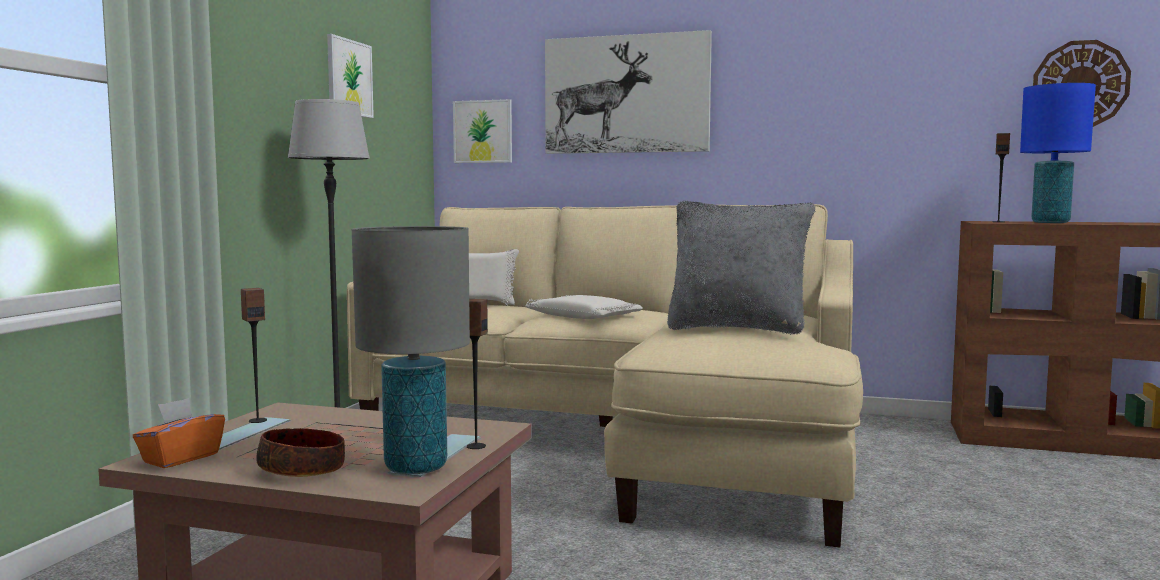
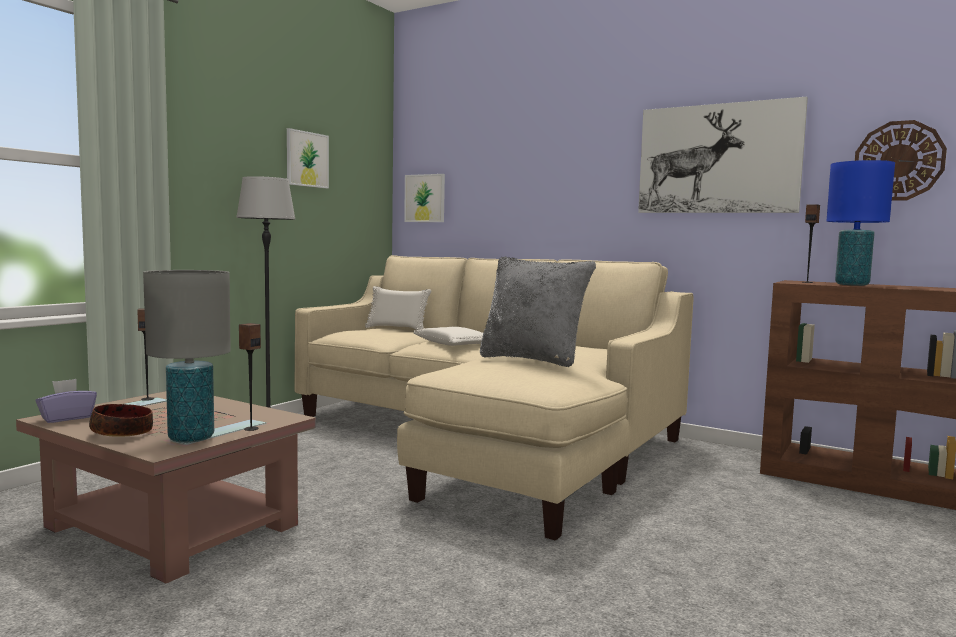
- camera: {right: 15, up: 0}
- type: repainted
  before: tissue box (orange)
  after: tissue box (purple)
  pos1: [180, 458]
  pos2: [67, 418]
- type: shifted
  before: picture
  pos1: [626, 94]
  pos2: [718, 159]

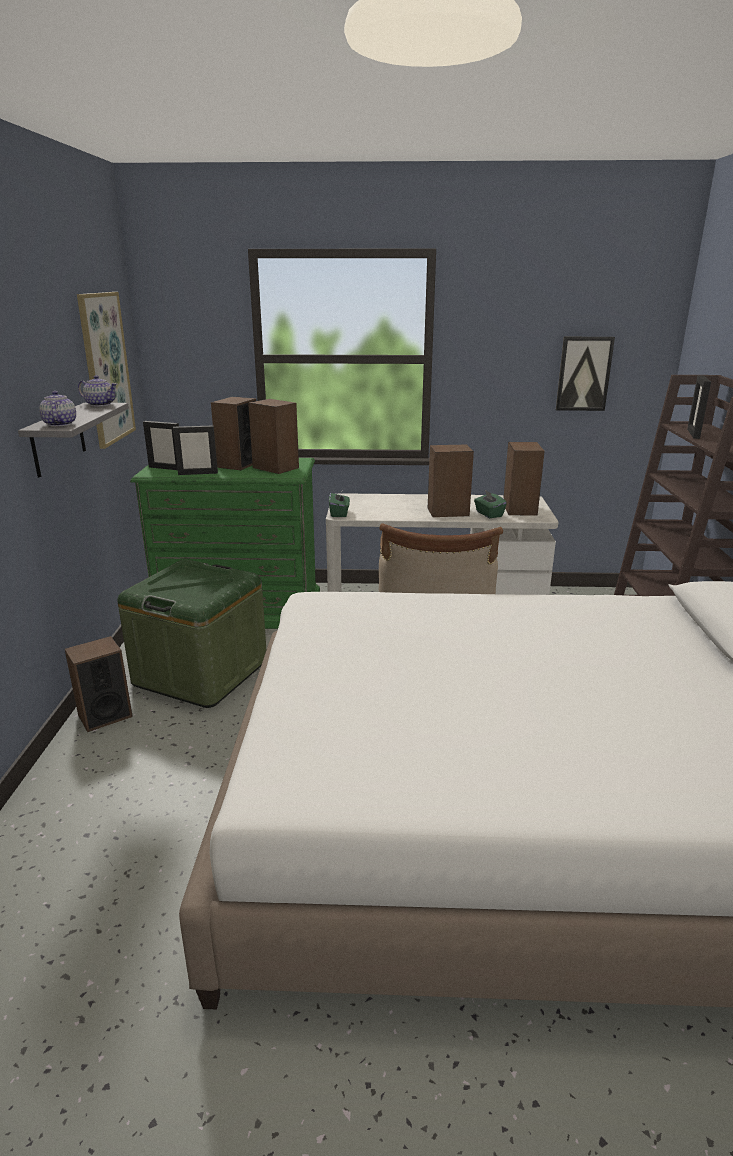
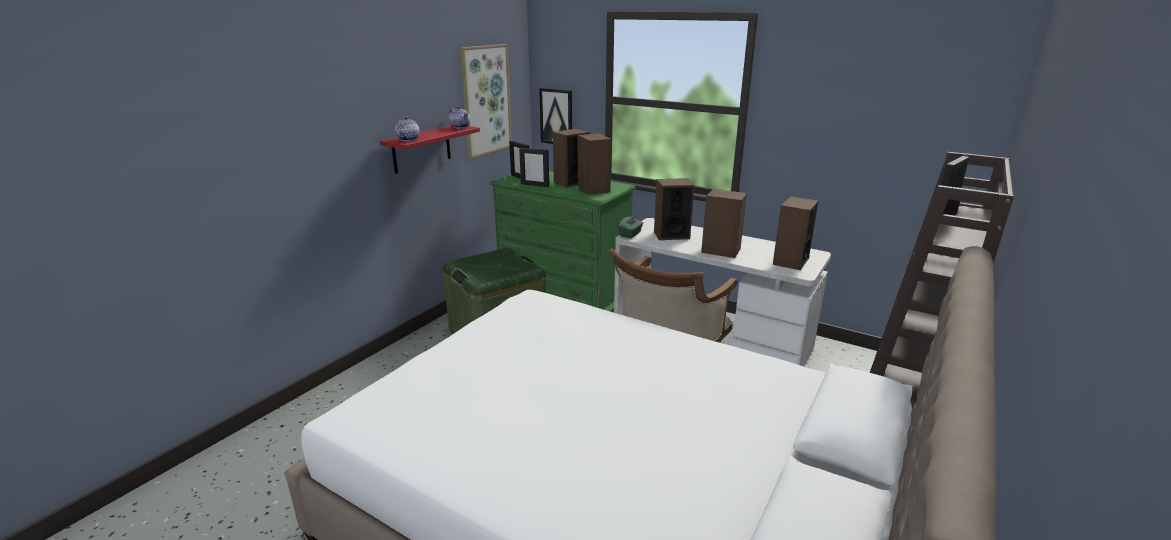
- camera: {right: 30, up: 0}
- type: repainted
  before: shelf (grey)
  after: shelf (red)
  pos1: [58, 439]
  pos2: [421, 149]
- type: shifted
  before: picture
  pos1: [584, 373]
  pos2: [556, 116]
- type: shifted
  before: speaker
  pos1: [105, 715]
  pos2: [671, 235]
- type: gone
  before: tissue box (green)
  pos1: [488, 514]

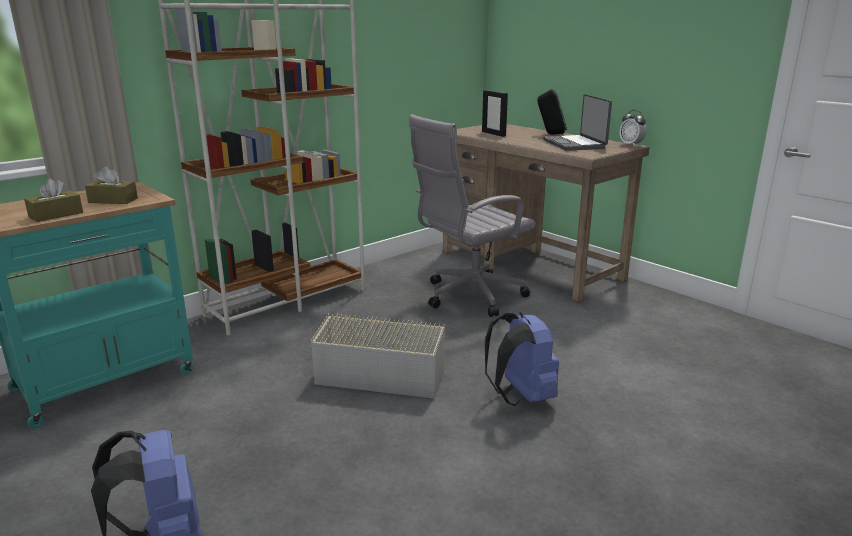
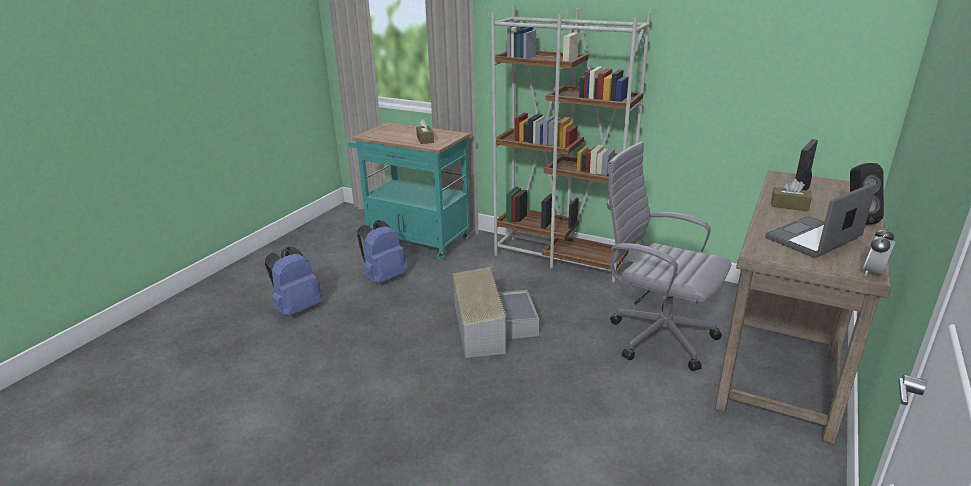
- camera: {right: 70, up: 5}
- type: shifted
  before: backpack (blue)
  pos1: [521, 397]
  pos2: [383, 278]
- type: shifted
  before: tissue box (brown)
  pos1: [56, 215]
  pos2: [789, 205]

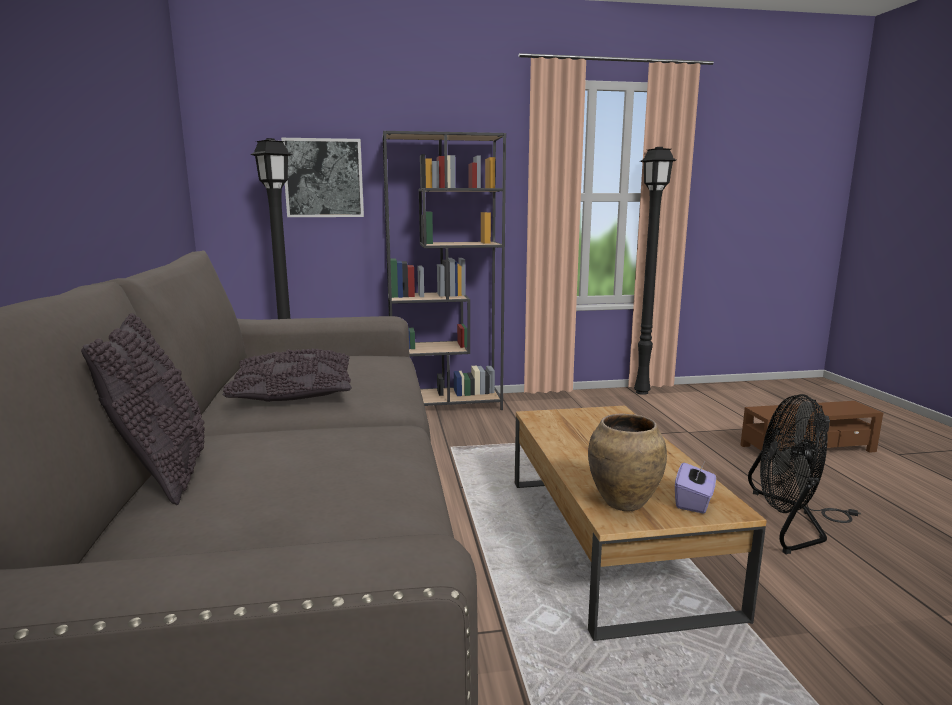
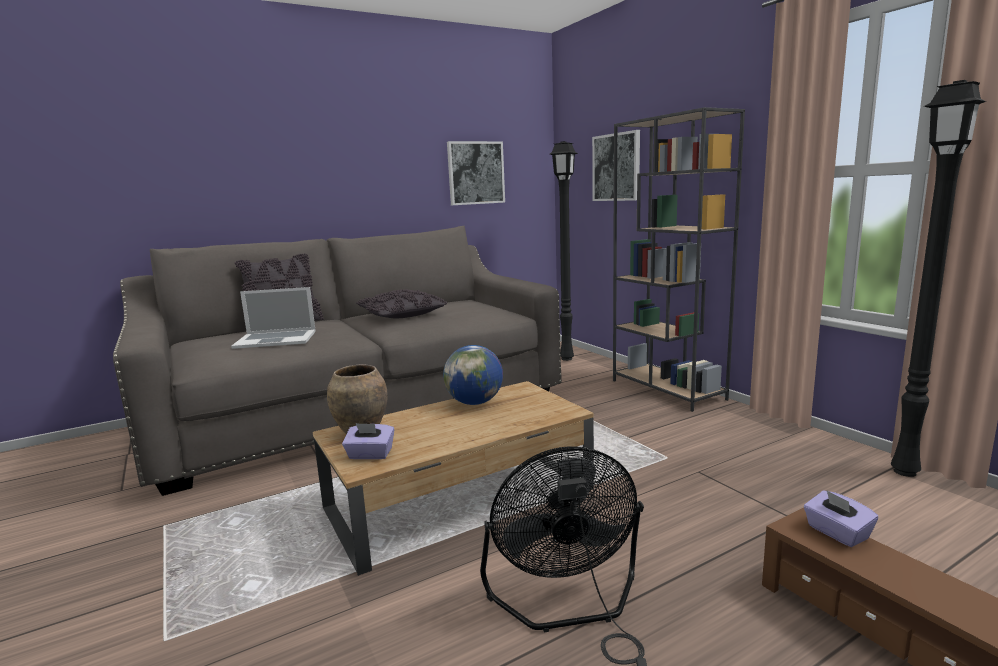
- camera: {right: 70, up: 0}
- type: new
  after: laptop
  pos2: [276, 339]
- type: new
  after: globe
  pos2: [475, 403]
- type: new
  after: picture
  pos2: [476, 173]
- type: new
  after: tissue box (purple)
  pos2: [837, 533]

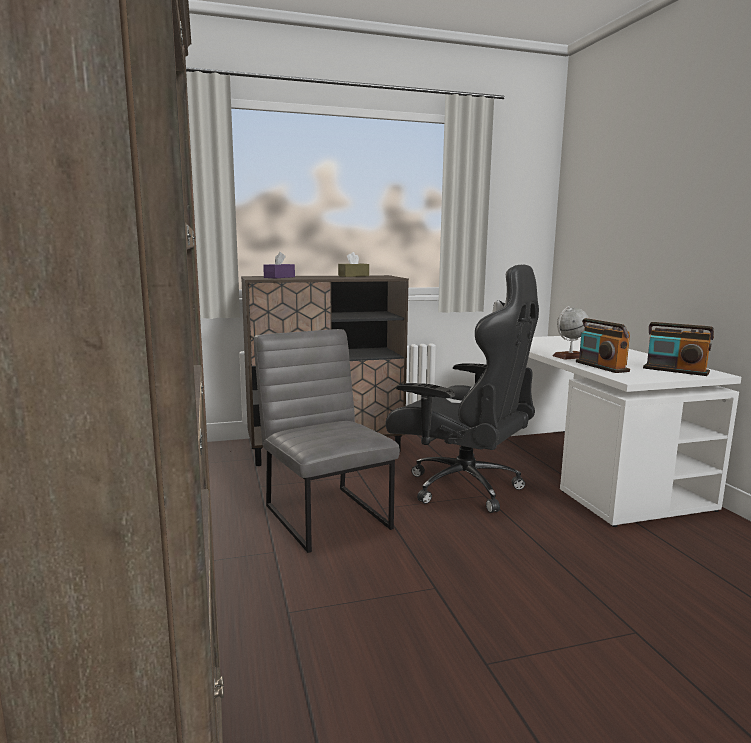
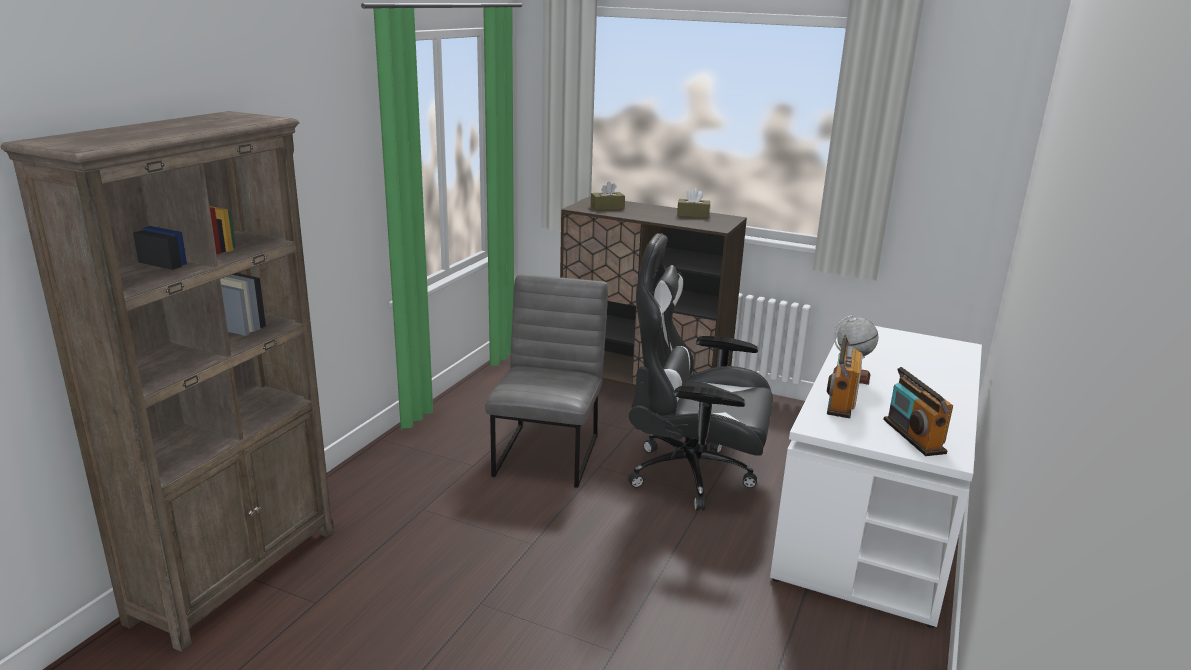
- camera: {right: 40, up: 10}
- type: repainted
  before: tissue box (purple)
  after: tissue box (brown)
  pos1: [279, 277]
  pos2: [607, 207]
- type: rotated
  before: office chair (black)
  pos1: [457, 486]
  pos2: [697, 476]
  turn: 120

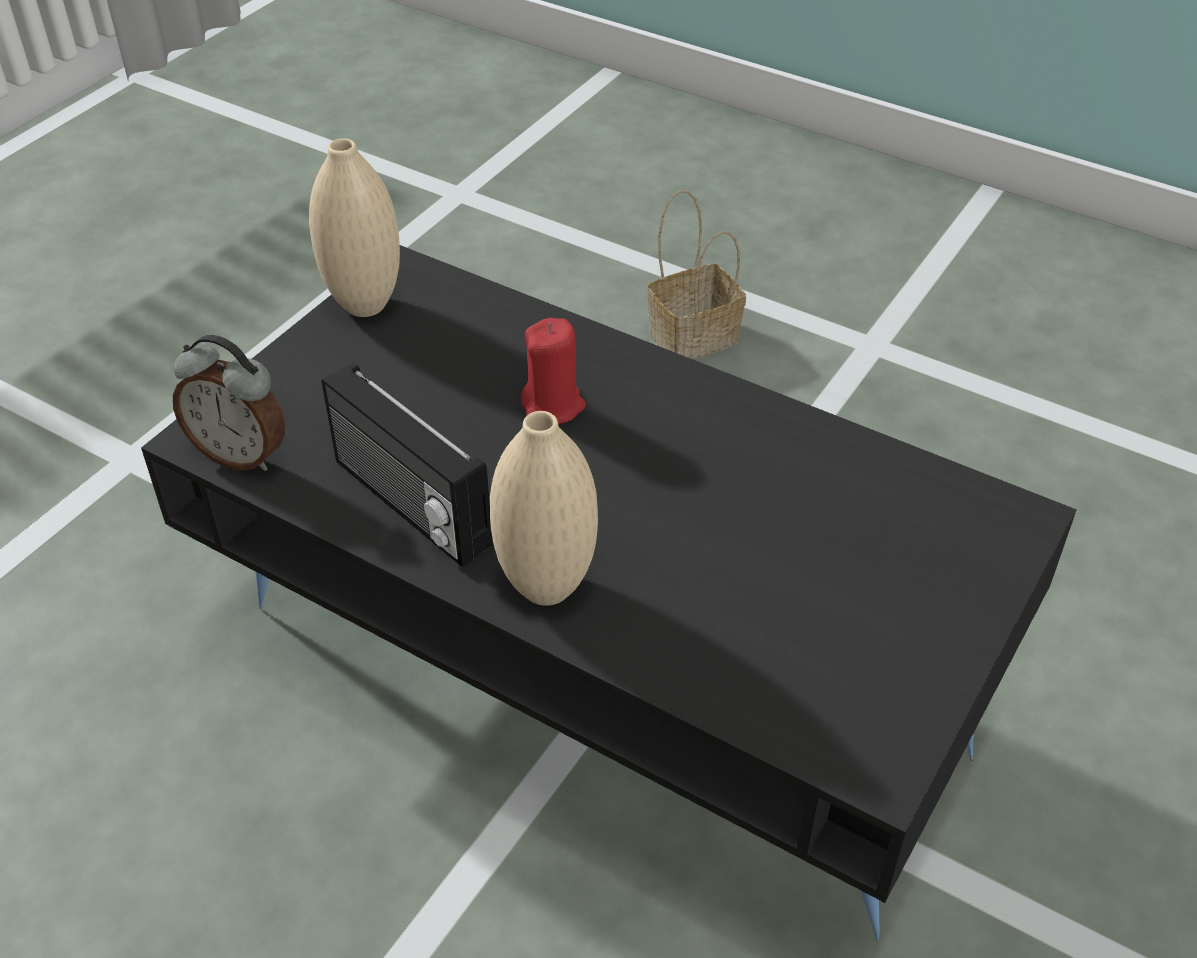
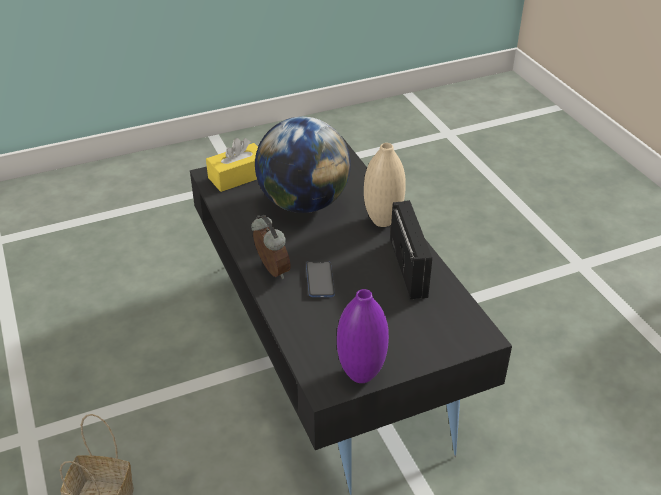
- camera: {right: -145, up: -5}
- type: new
  after: tissue box (yellow)
  pos2: [238, 176]
- type: shifted
  before: alarm clock
  pos1: [241, 454]
  pos2: [271, 271]
- type: new
  after: globe
  pos2: [303, 203]
- type: swapped
  before: candle (red)
  after: phone
  pos1: [553, 405]
  pos2: [320, 280]
- type: repainted
  before: vase (beige)
  after: vase (purple)
  pos1: [365, 305]
  pos2: [361, 374]

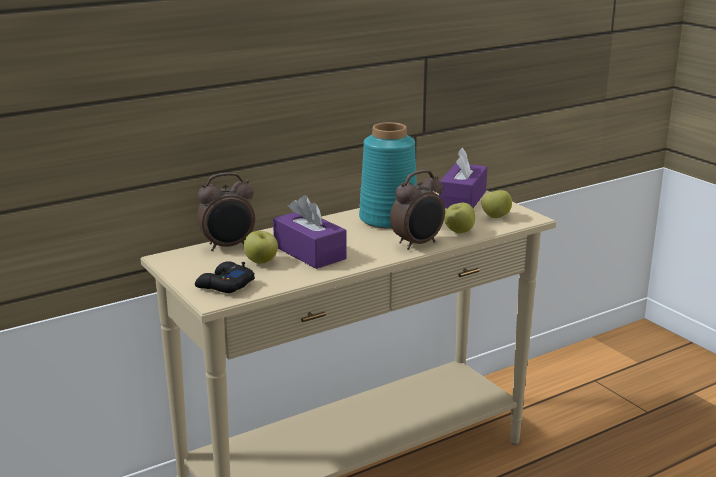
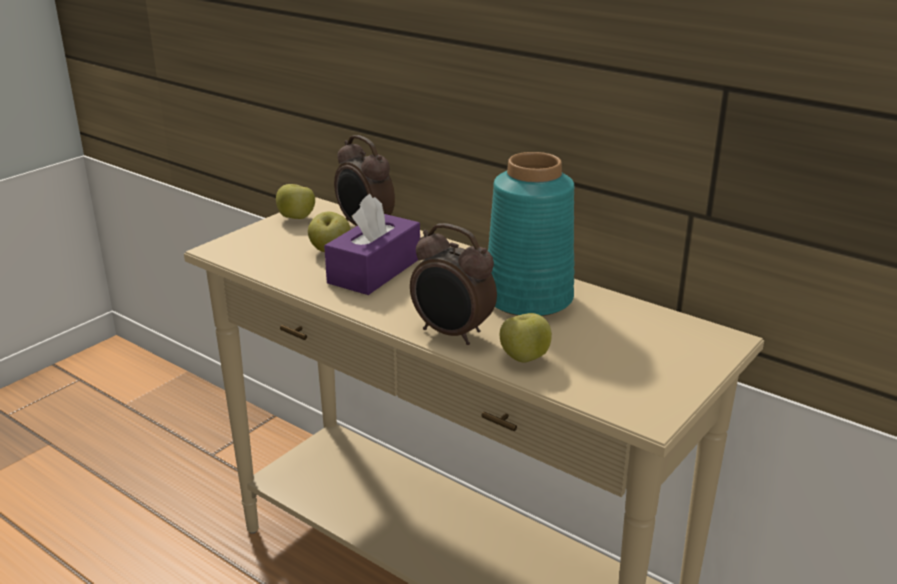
- camera: {right: 70, up: 5}
- type: shifted
  before: apple
  pos1: [495, 217]
  pos2: [297, 218]
- type: gone
  before: game controller (black)
  pos1: [224, 285]
- type: gone
  before: tissue box (purple)
  pos1: [462, 199]

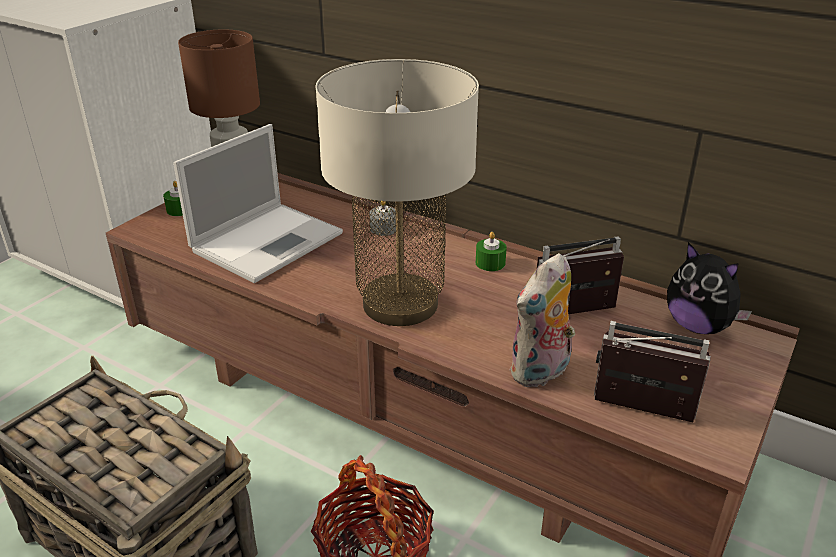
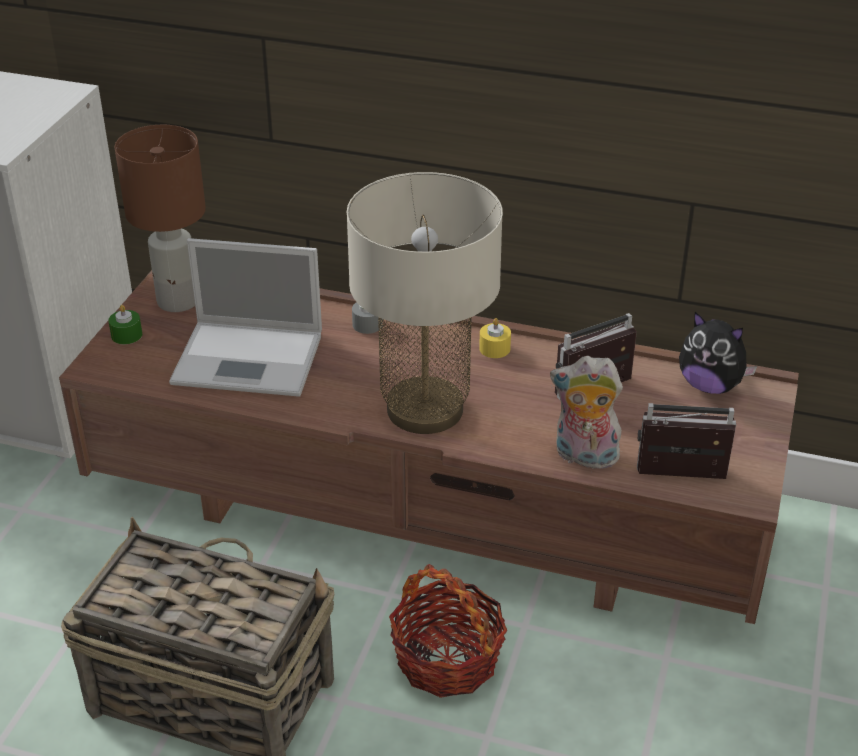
- camera: {right: -15, up: 5}
- type: rotated
  before: laptop
  pos1: [269, 241]
  pos2: [251, 359]
  turn: 75
- type: repainted
  before: candle (green)
  after: candle (yellow)
  pos1: [490, 263]
  pos2: [494, 348]
- type: rotated
  before: plush toy
  pos1: [541, 373]
  pos2: [583, 457]
  turn: 75

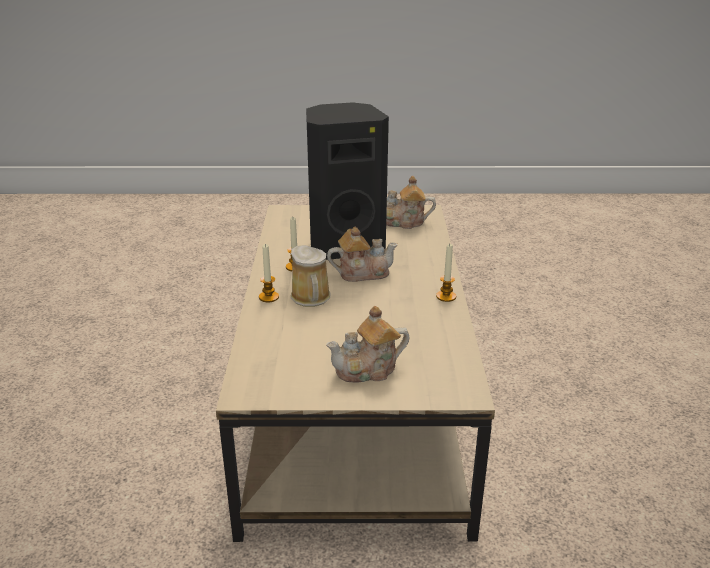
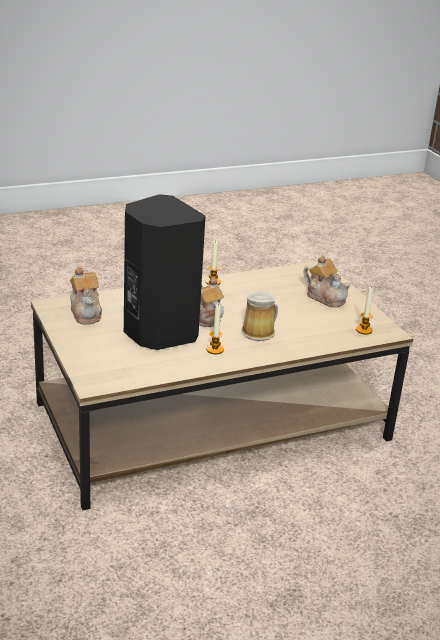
- camera: {right: -115, up: 0}
- type: shifted
  before: candle
  pos1: [269, 297]
  pos2: [364, 330]

